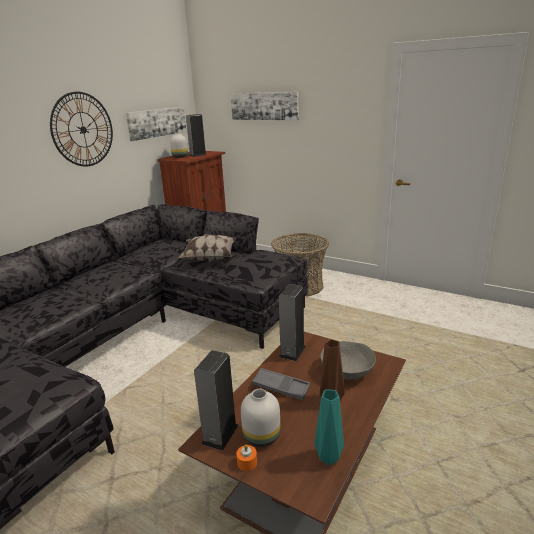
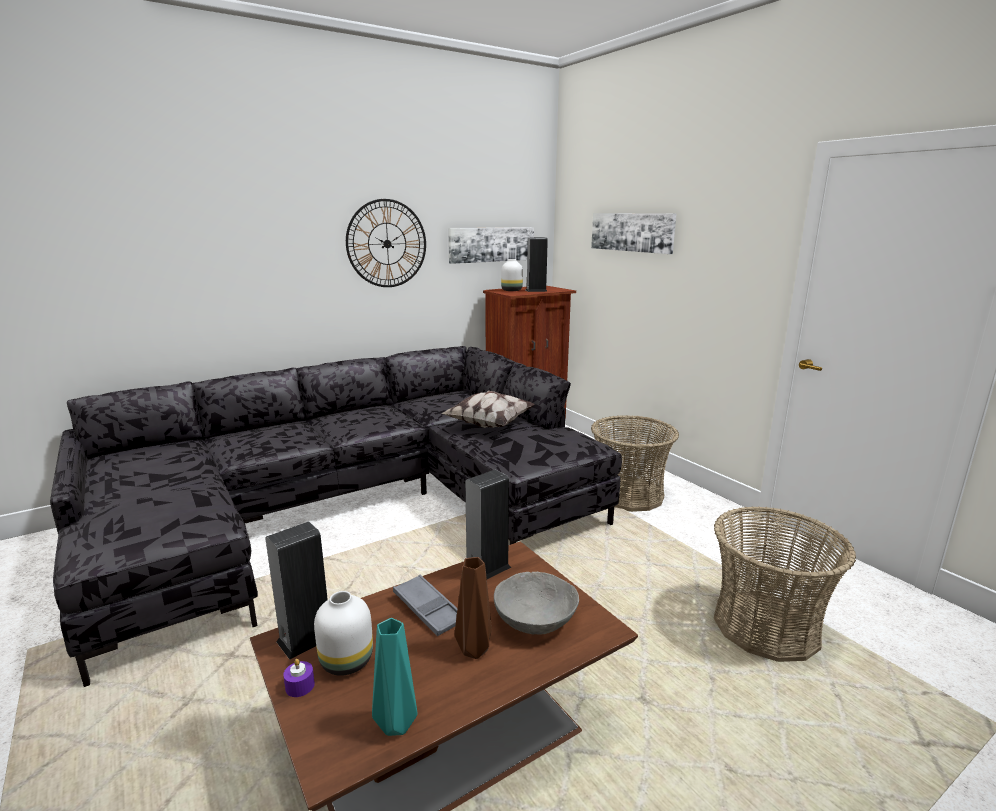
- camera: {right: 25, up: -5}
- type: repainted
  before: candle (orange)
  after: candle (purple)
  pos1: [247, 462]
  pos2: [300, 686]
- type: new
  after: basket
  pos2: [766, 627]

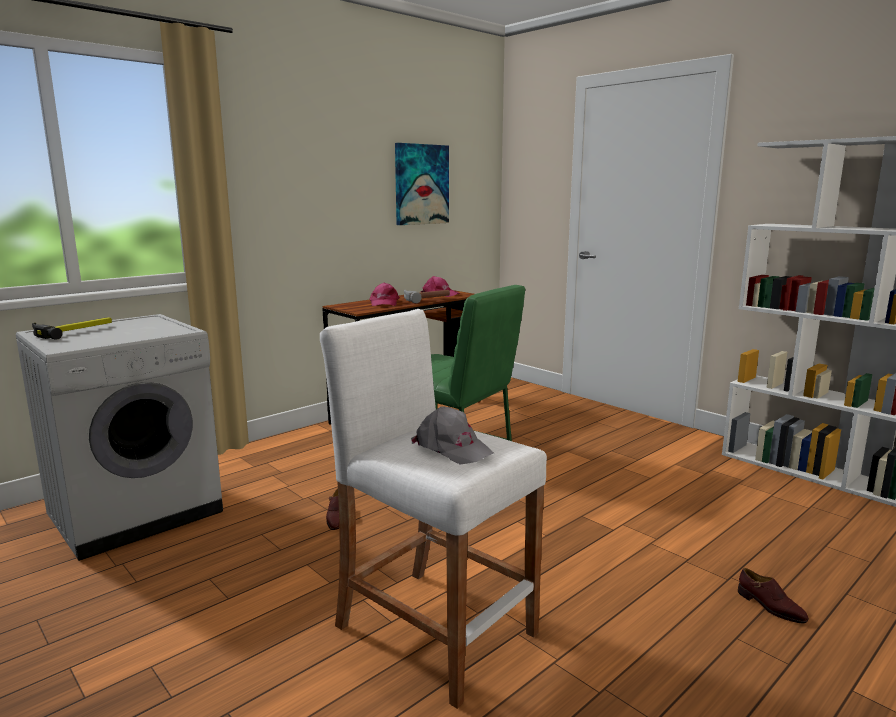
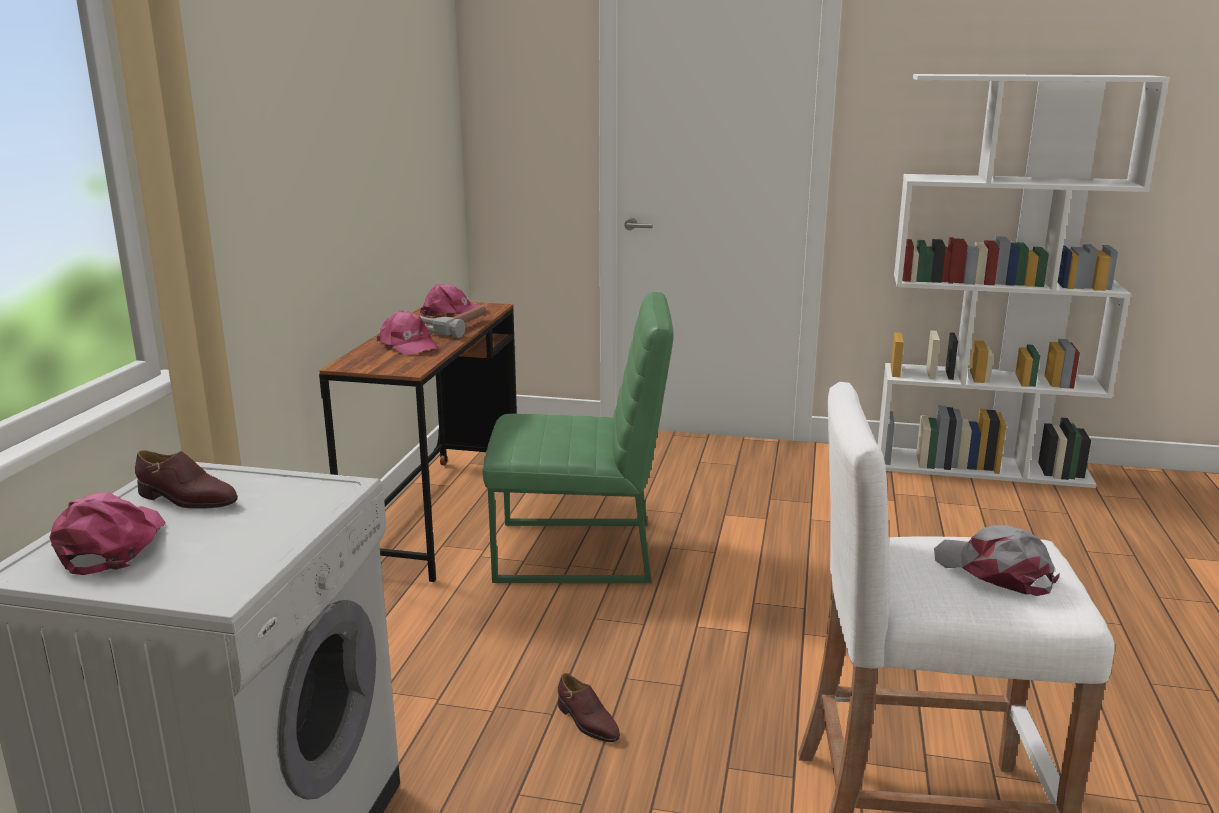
- camera: {right: -35, up: 5}
- type: swapped
  before: hammer
  after: cap (pink)
  pos1: [74, 331]
  pos2: [112, 545]
- type: shifted
  before: shoe (brown)
  pos1: [770, 607]
  pos2: [187, 499]
- type: rotated
  before: cap (grey)
  pos1: [452, 448]
  pos2: [994, 571]
  turn: -135
- type: gone
  before: picture
  pos1: [421, 184]

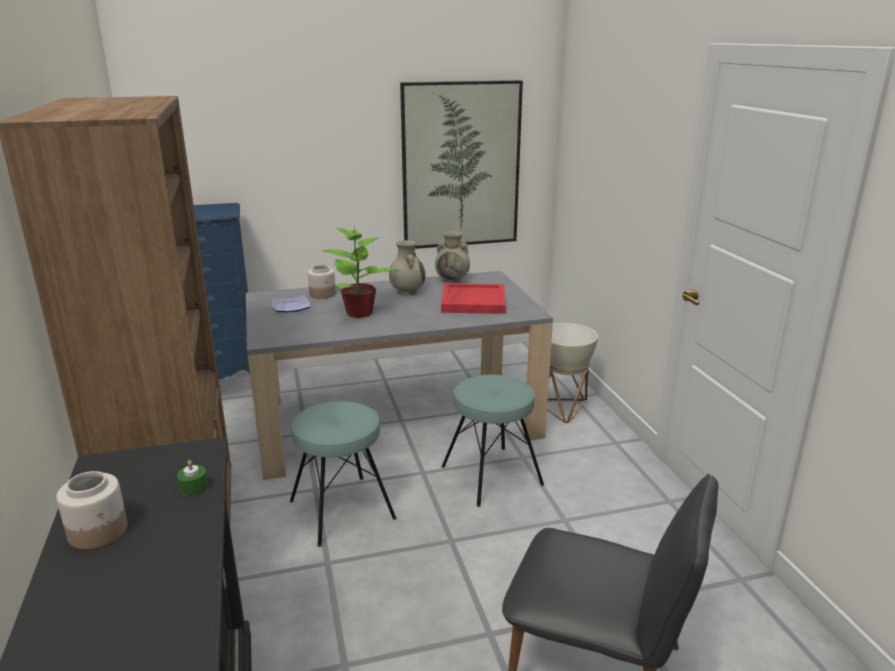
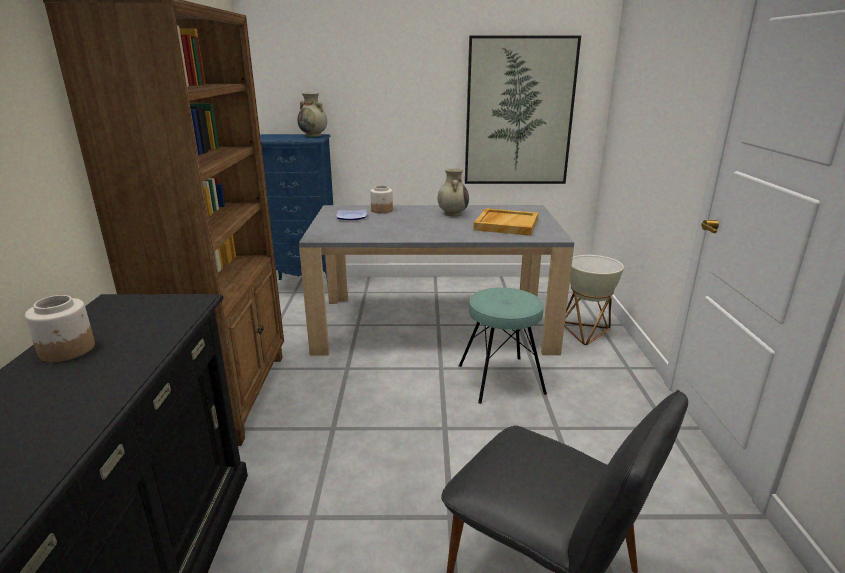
- camera: {right: 15, up: 0}
- type: shifted
  before: vase (beige)
  pos1: [452, 280]
  pos2: [313, 135]
- type: repainted
  before: tray (red)
  after: tray (beige)
  pos1: [472, 301]
  pos2: [506, 224]
- type: gone
  before: candle (green)
  pos1: [194, 487]
- type: gone
  before: stool (turquoise)
  pos1: [341, 509]
- type: gone
  before: potted plant
  pos1: [360, 313]

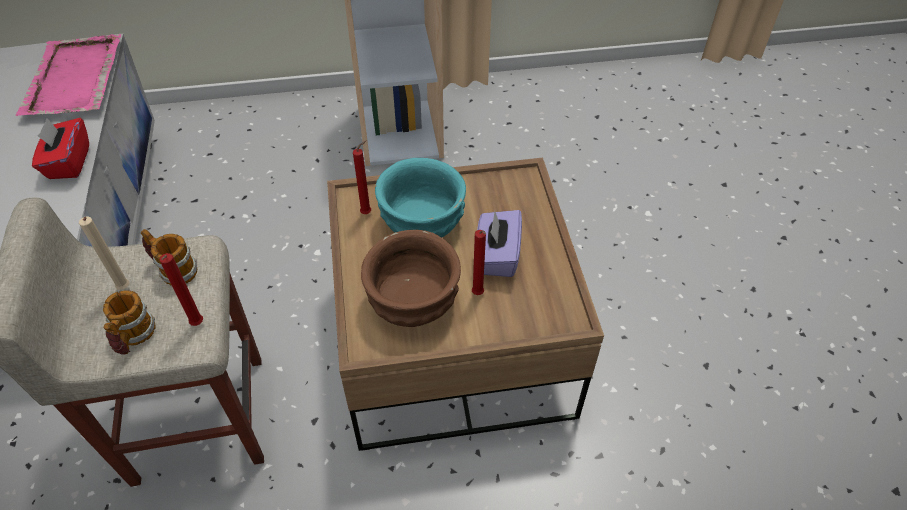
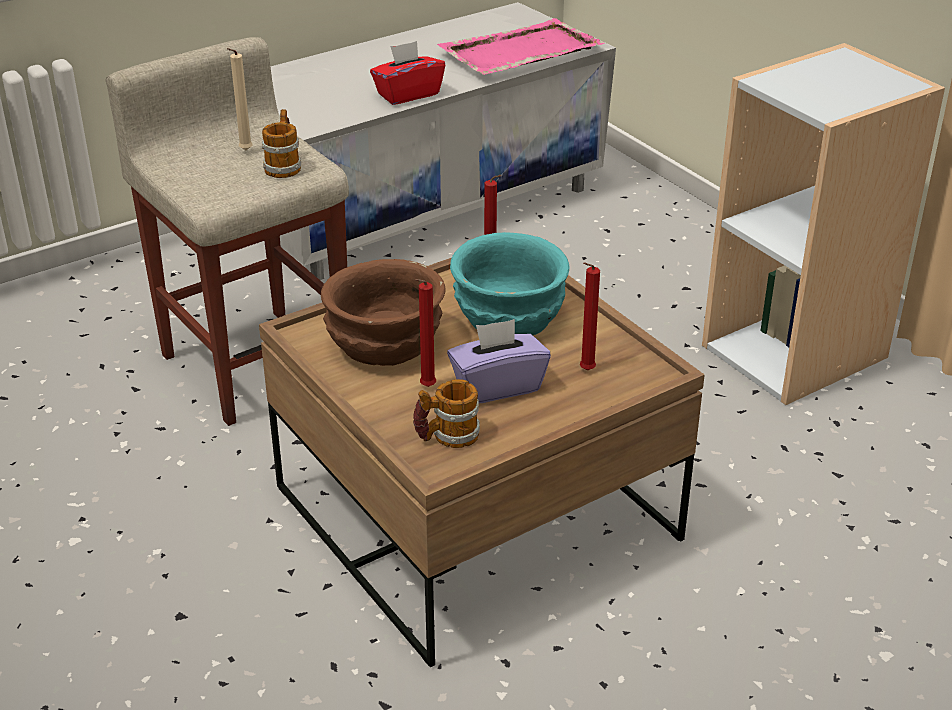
- camera: {right: 65, up: -15}
- type: shifted
  before: mug
  pos1: [133, 337]
  pos2: [447, 437]
- type: shifted
  before: candle (red)
  pos1: [197, 325]
  pos2: [585, 371]

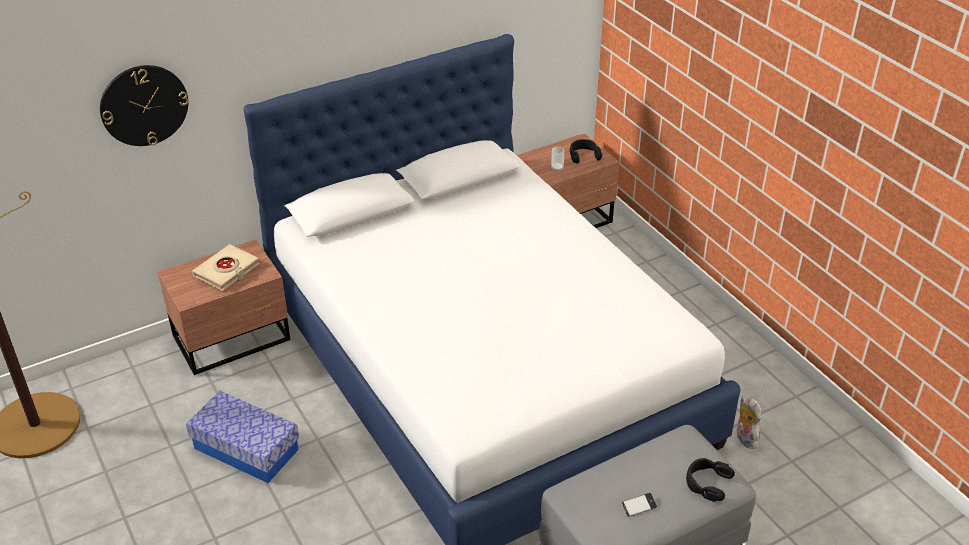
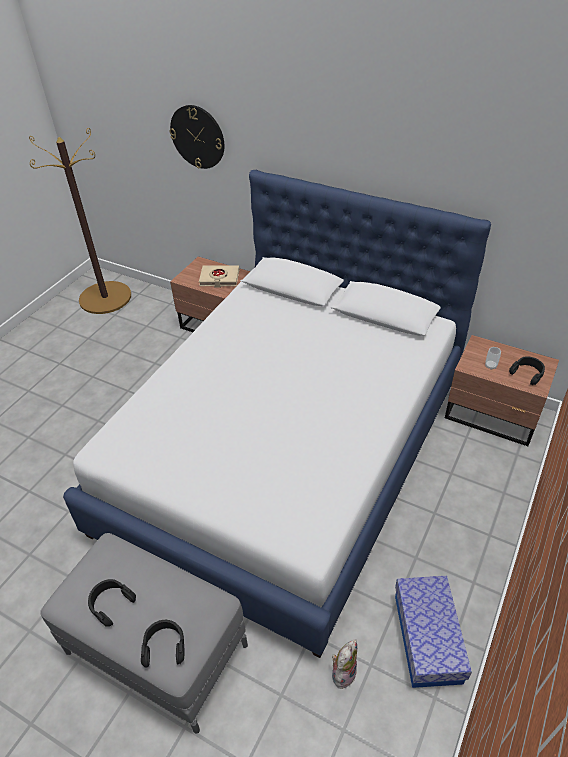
- camera: {right: 60, up: 5}
- type: swapped
  before: phone
  after: headphones (black)
  pos1: [638, 506]
  pos2: [111, 603]
- type: shifted
  before: storage box
  pos1: [246, 449]
  pos2: [427, 638]

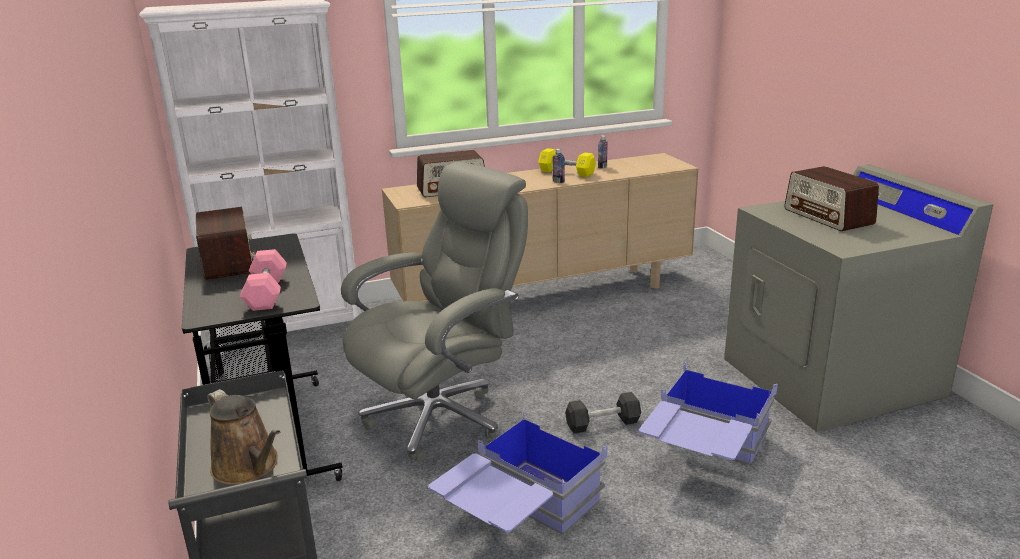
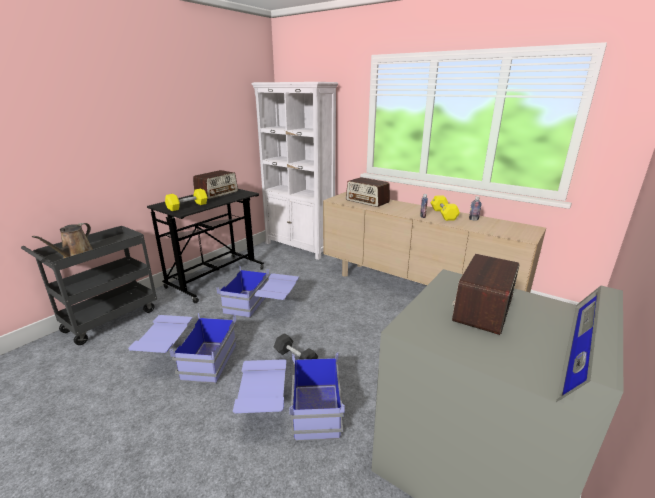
- camera: {right: 55, up: 0}
- type: repainted
  before: dumbbell (pink)
  after: dumbbell (yellow)
  pos1: [266, 293]
  pos2: [187, 206]
- type: swapped
  before: office chair (grey)
  after: storage box (blue)
  pos1: [442, 417]
  pos2: [262, 307]

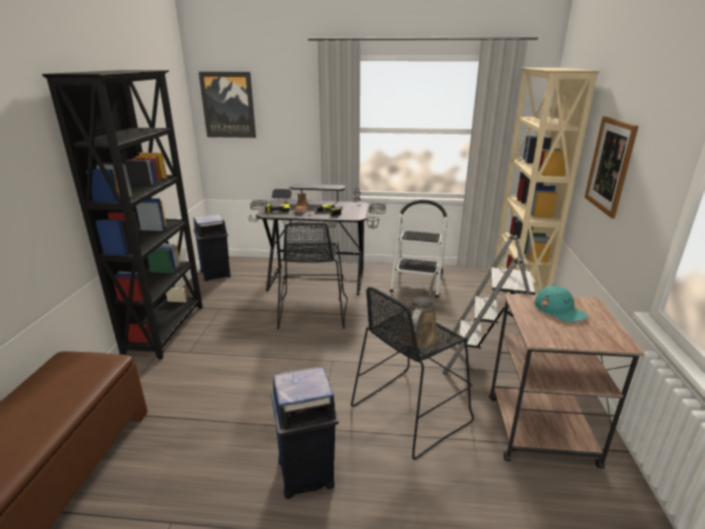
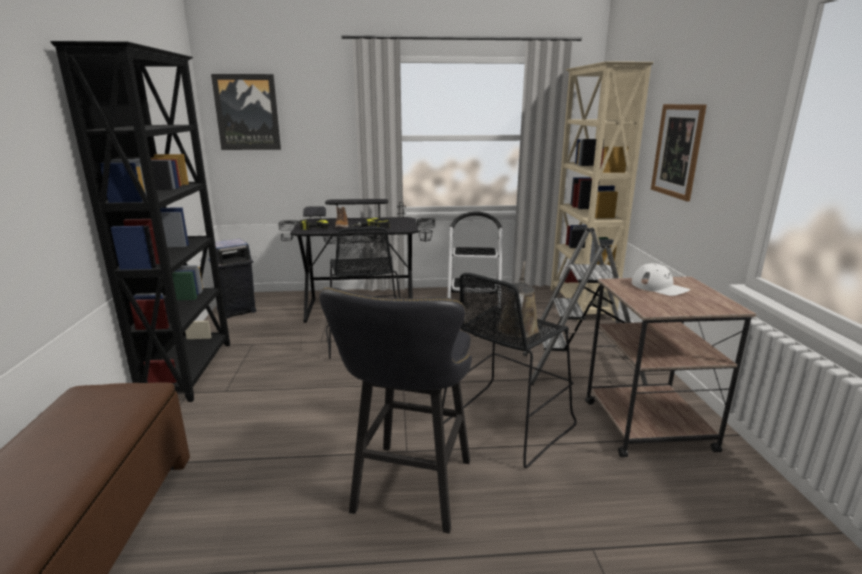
- camera: {right: -10, up: -5}
- type: swapped
  before: trash can (blue)
  after: stool (black)
  pos1: [307, 472]
  pos2: [408, 496]
- type: repainted
  before: cap (turquoise)
  after: cap (white)
  pos1: [560, 309]
  pos2: [659, 287]

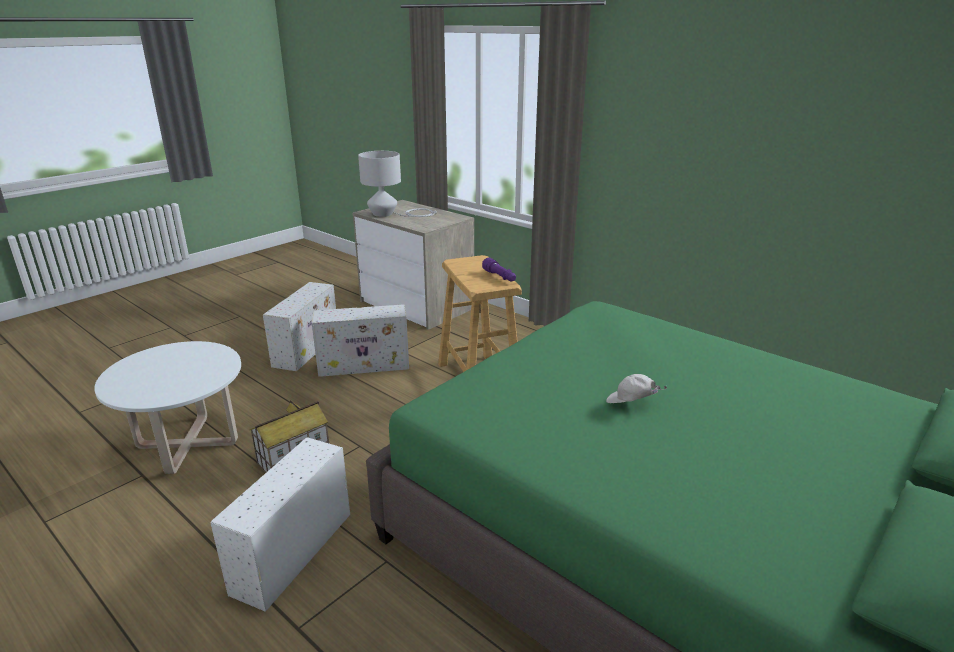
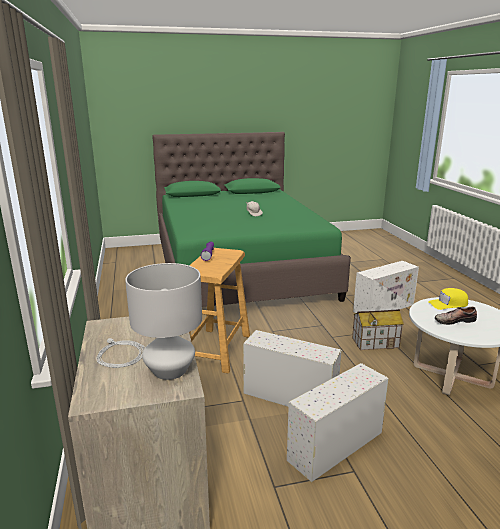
- camera: {right: -145, up: -5}
- type: new
  after: cap (yellow)
  pos2: [448, 304]
- type: new
  after: shoe
  pos2: [453, 320]

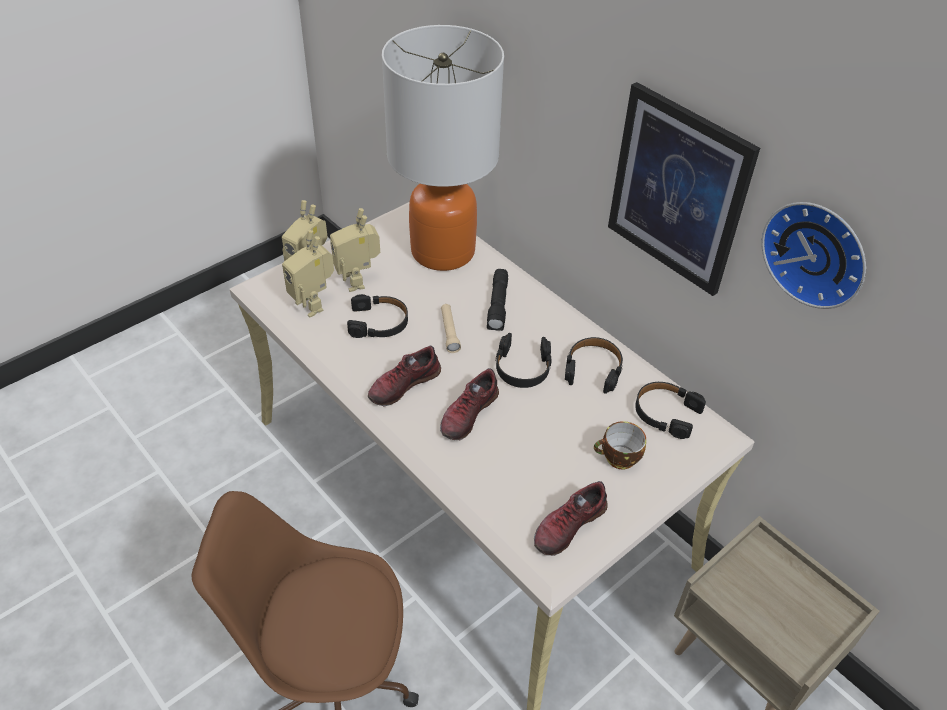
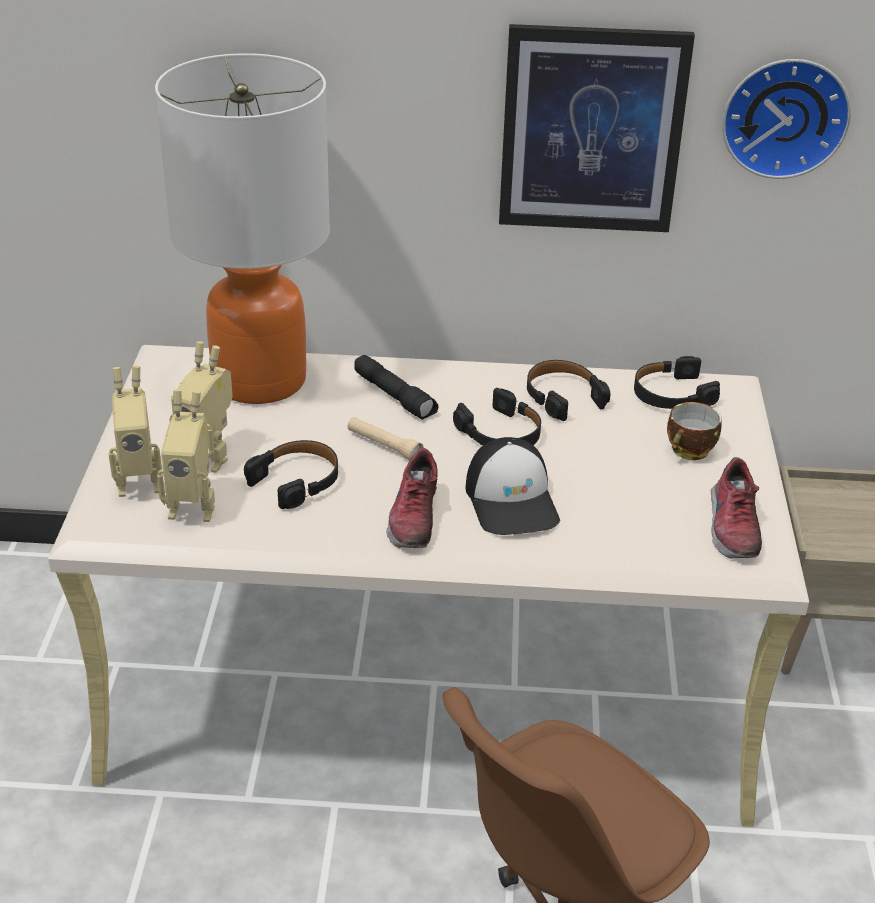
- camera: {right: -45, up: -10}
- type: swapped
  before: shoe
  after: cap
  pos1: [468, 413]
  pos2: [512, 501]

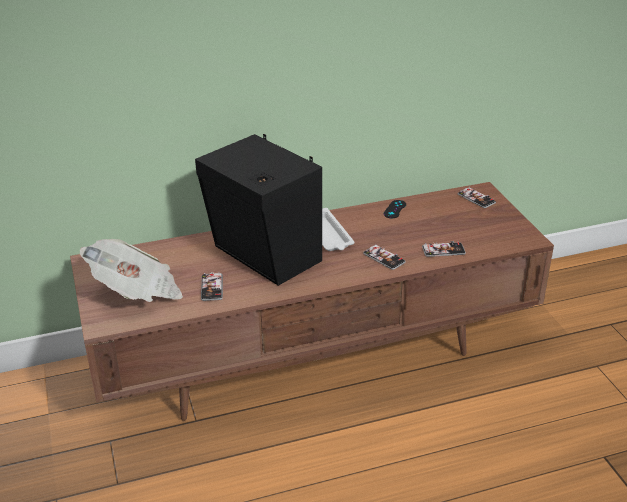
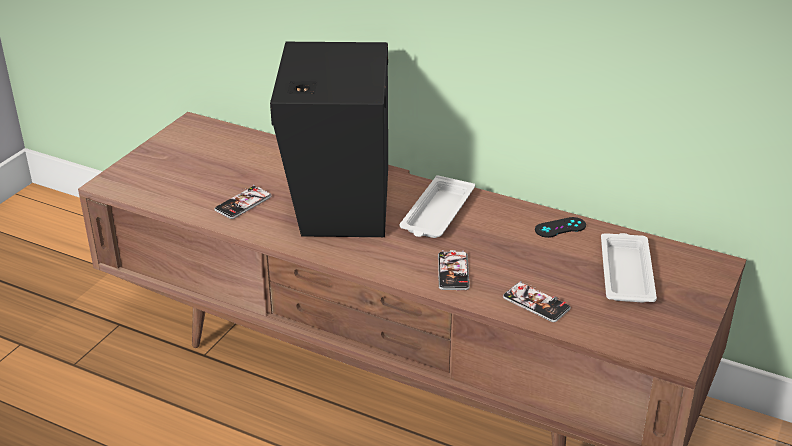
- camera: {right: 45, up: 0}
- type: new
  after: tray (white)
  pos2: [626, 273]
- type: gone
  before: newspaper
  pos1: [137, 292]
- type: gone
  before: phone
  pos1: [476, 198]

